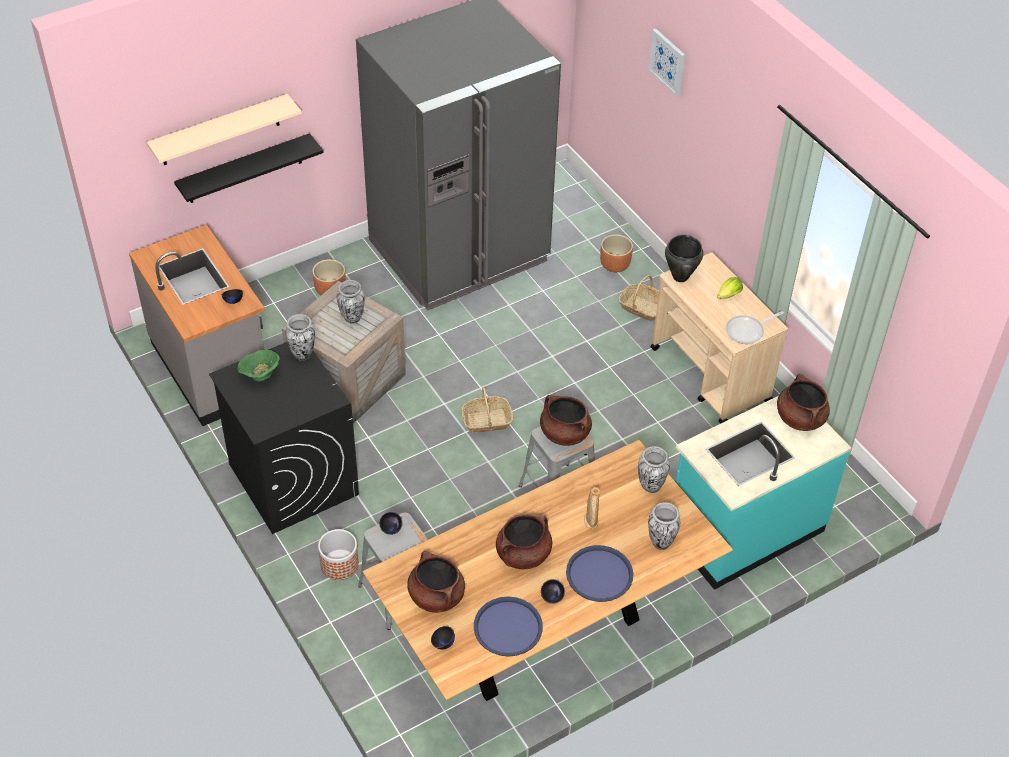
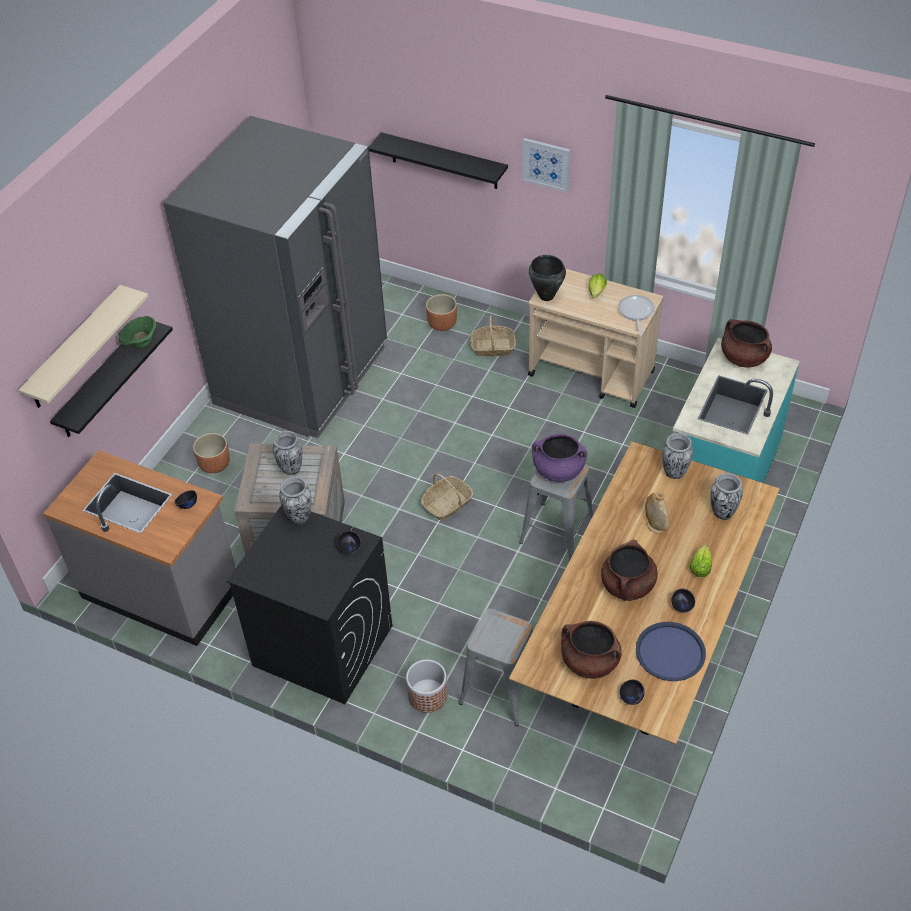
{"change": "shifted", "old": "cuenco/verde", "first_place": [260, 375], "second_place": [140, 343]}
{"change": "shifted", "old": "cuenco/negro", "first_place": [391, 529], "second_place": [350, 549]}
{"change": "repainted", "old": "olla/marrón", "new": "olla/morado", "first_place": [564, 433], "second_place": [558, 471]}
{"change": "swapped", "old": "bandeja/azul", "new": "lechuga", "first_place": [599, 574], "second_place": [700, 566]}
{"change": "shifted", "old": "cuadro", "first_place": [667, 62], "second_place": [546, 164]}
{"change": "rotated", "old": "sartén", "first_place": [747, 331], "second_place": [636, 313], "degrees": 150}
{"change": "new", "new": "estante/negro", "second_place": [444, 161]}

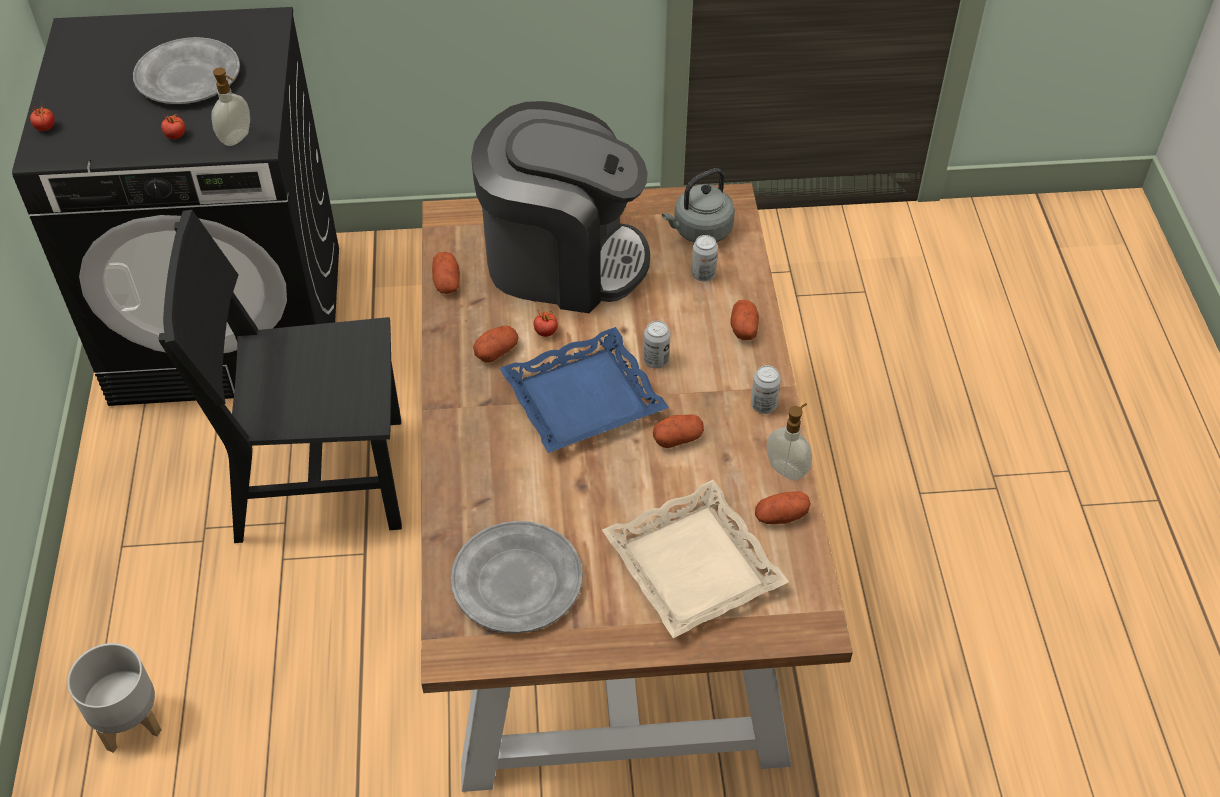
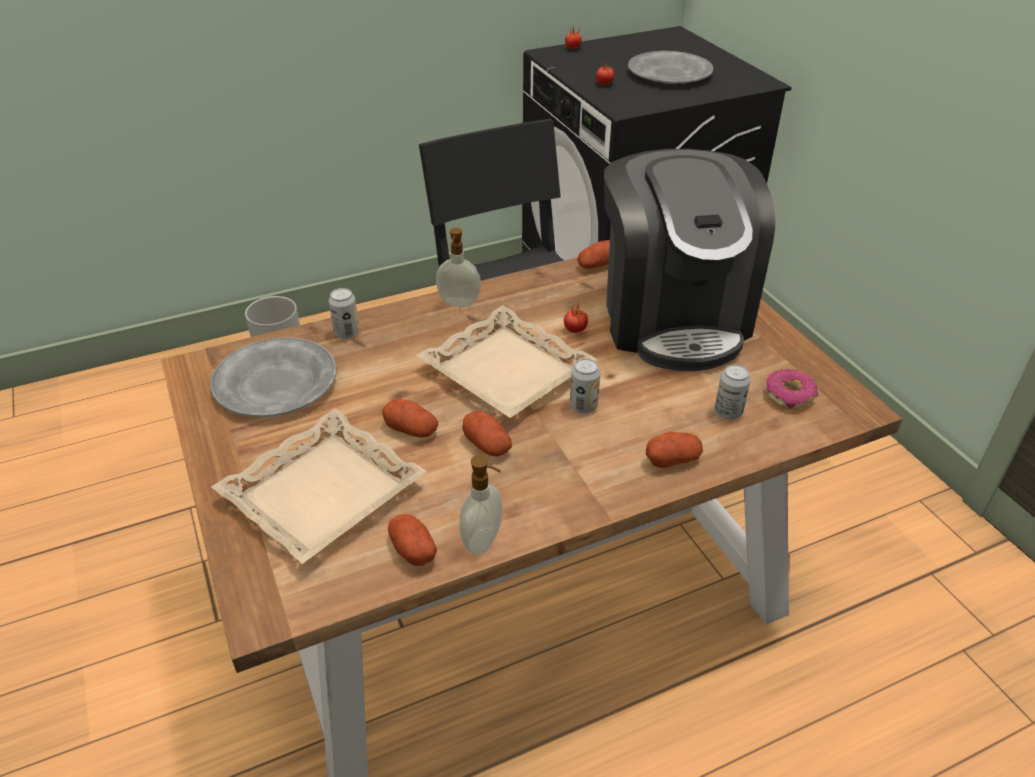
{"change": "shifted", "old": "dispensador de jabón", "first_place": [237, 138], "second_place": [459, 303]}
{"change": "shifted", "old": "patata", "first_place": [496, 351], "second_place": [411, 429]}
{"change": "repainted", "old": "bandeja/azul", "new": "bandeja/beis", "first_place": [583, 397], "second_place": [507, 370]}
{"change": "swapped", "old": "hervidor/gris", "new": "rosquilla", "first_place": [700, 231], "second_place": [789, 395]}
{"change": "shifted", "old": "lata", "first_place": [763, 405], "second_place": [347, 333]}

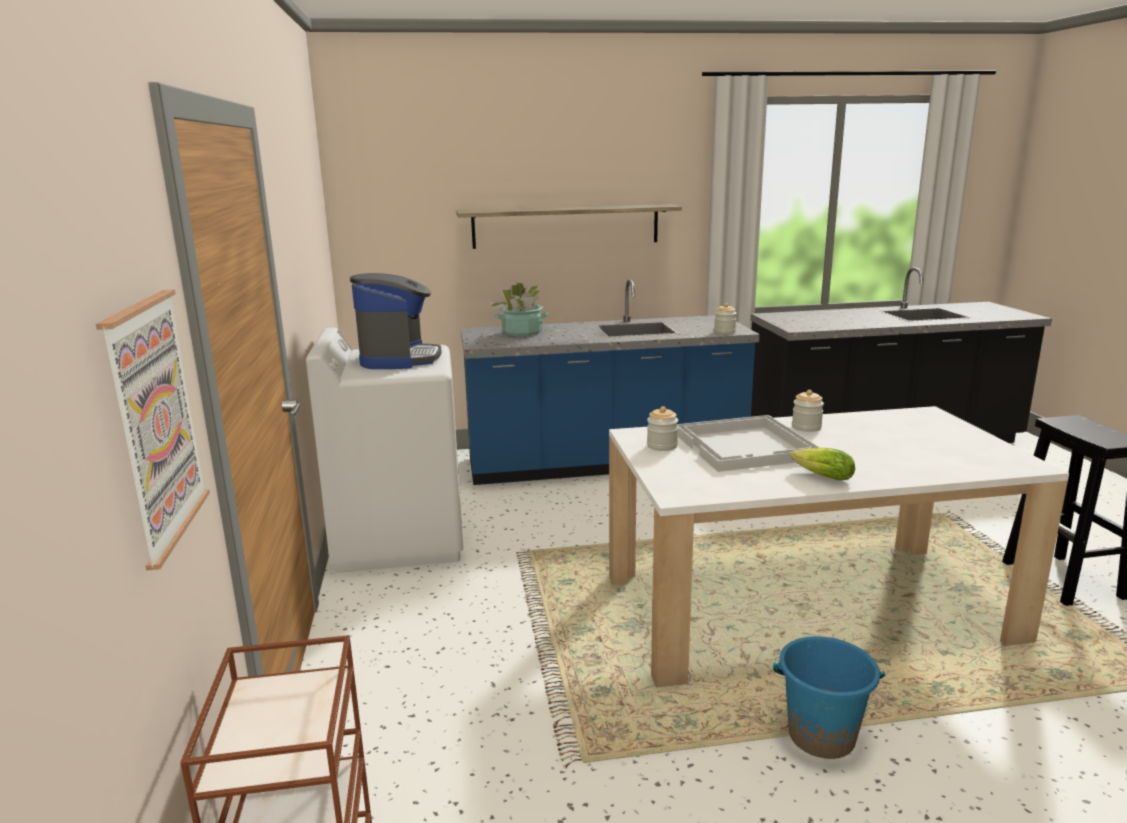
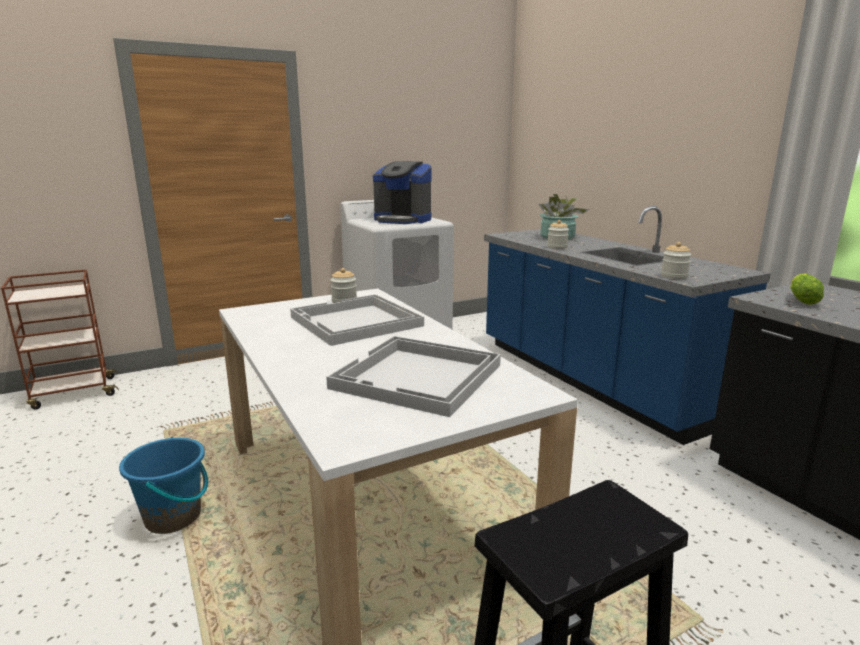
{"change": "gone", "old": "cuadro", "first_place": [154, 421]}
{"change": "rotated", "old": "cafetera", "first_place": [399, 359], "second_place": [402, 220], "degrees": 45}
{"change": "gone", "old": "estante", "first_place": [566, 226]}
{"change": "shifted", "old": "lechuga", "first_place": [820, 476], "second_place": [801, 300]}
{"change": "shifted", "old": "tarro", "first_place": [806, 427], "second_place": [557, 247]}
{"change": "new", "new": "bandeja/blanco", "second_place": [418, 377]}

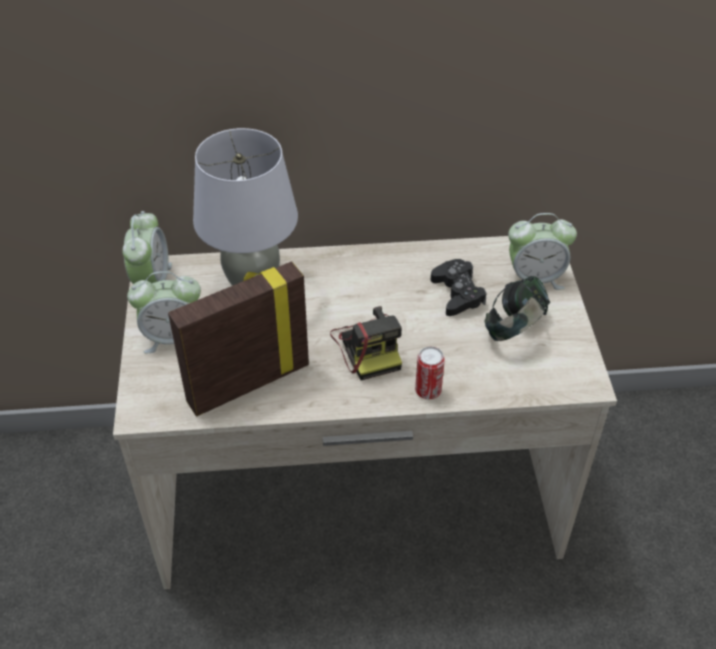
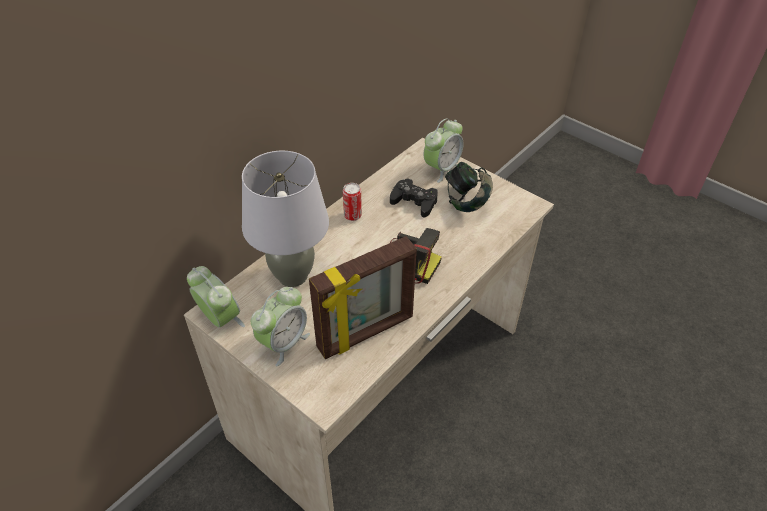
{"change": "rotated", "old": "portarretratos", "first_place": [247, 382], "second_place": [366, 333], "degrees": -135}
{"change": "shifted", "old": "lata", "first_place": [428, 391], "second_place": [352, 216]}

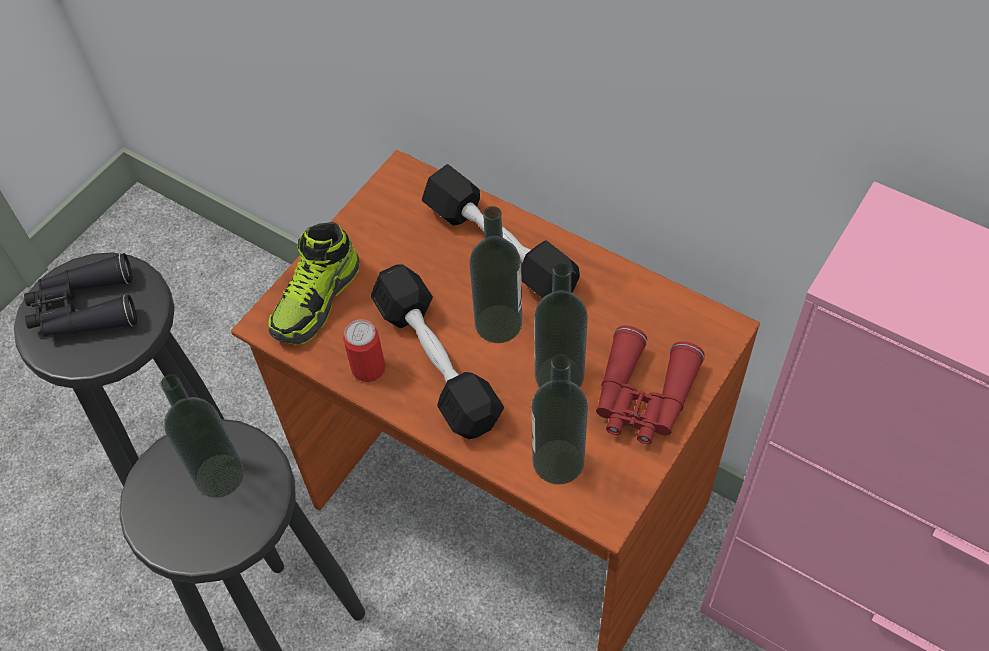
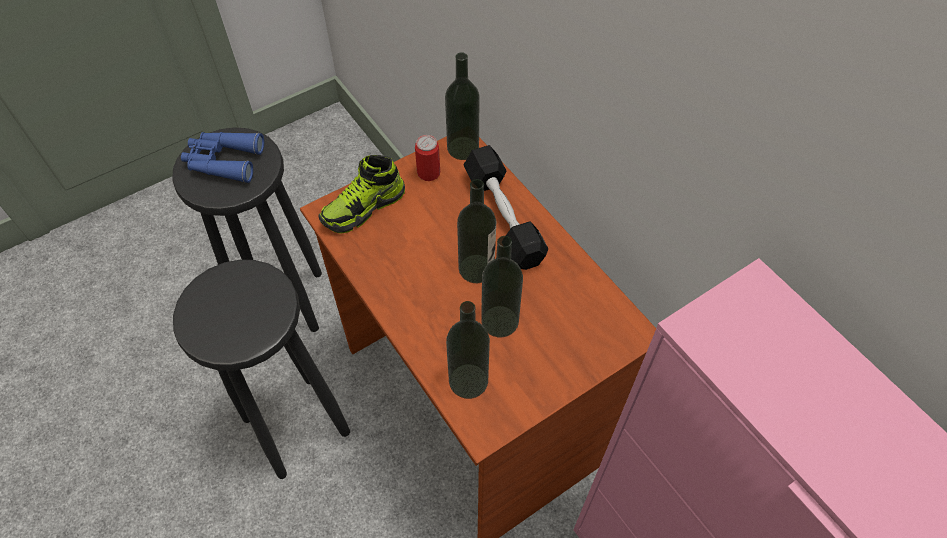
{"change": "repainted", "old": "prismáticos/negro", "new": "prismáticos/azul", "first_place": [84, 309], "second_place": [223, 161]}
{"change": "shifted", "old": "botella", "first_place": [219, 475], "second_place": [463, 148]}
{"change": "shifted", "old": "lata", "first_place": [368, 368], "second_place": [428, 173]}
{"change": "gone", "old": "mancuerna/negro", "first_place": [436, 363]}
{"change": "gone", "old": "prismáticos/rojo", "first_place": [643, 397]}

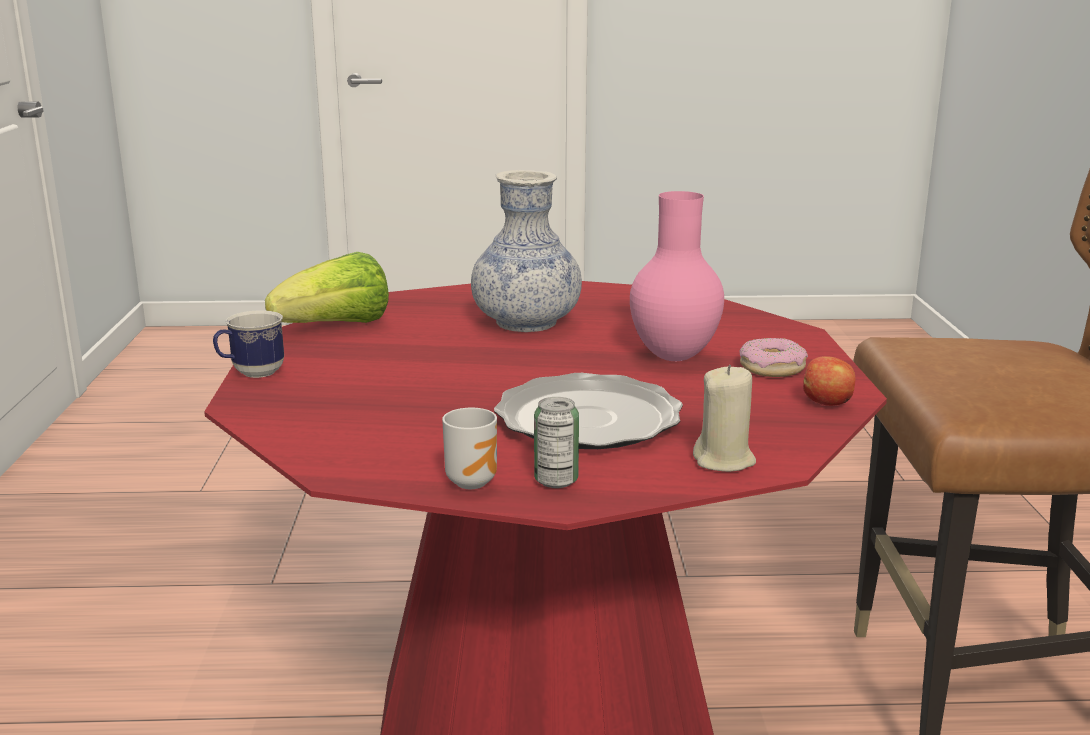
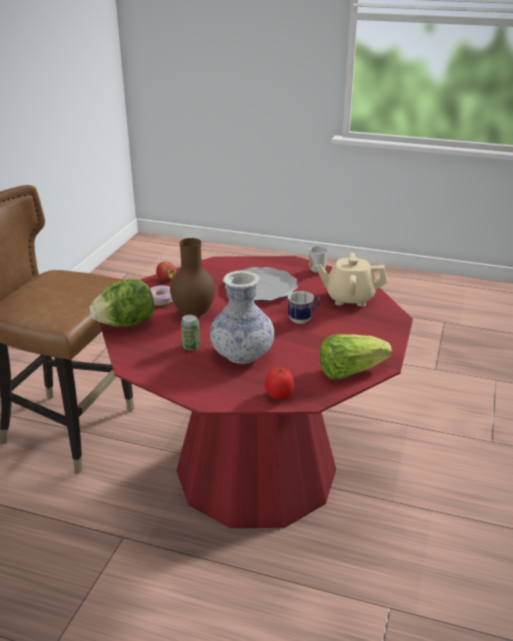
{"change": "shifted", "old": "taza grande", "first_place": [251, 374], "second_place": [303, 319]}
{"change": "shifted", "old": "lata", "first_place": [556, 480], "second_place": [191, 346]}
{"change": "repainted", "old": "florero/rosa", "new": "florero/marrón", "first_place": [674, 357], "second_place": [194, 313]}
{"change": "gone", "old": "vela/beis", "first_place": [724, 460]}
{"change": "new", "new": "lechuga", "second_place": [126, 324]}
{"change": "new", "new": "tomate", "second_place": [279, 395]}
{"change": "new", "new": "tetera/beis", "second_place": [349, 298]}

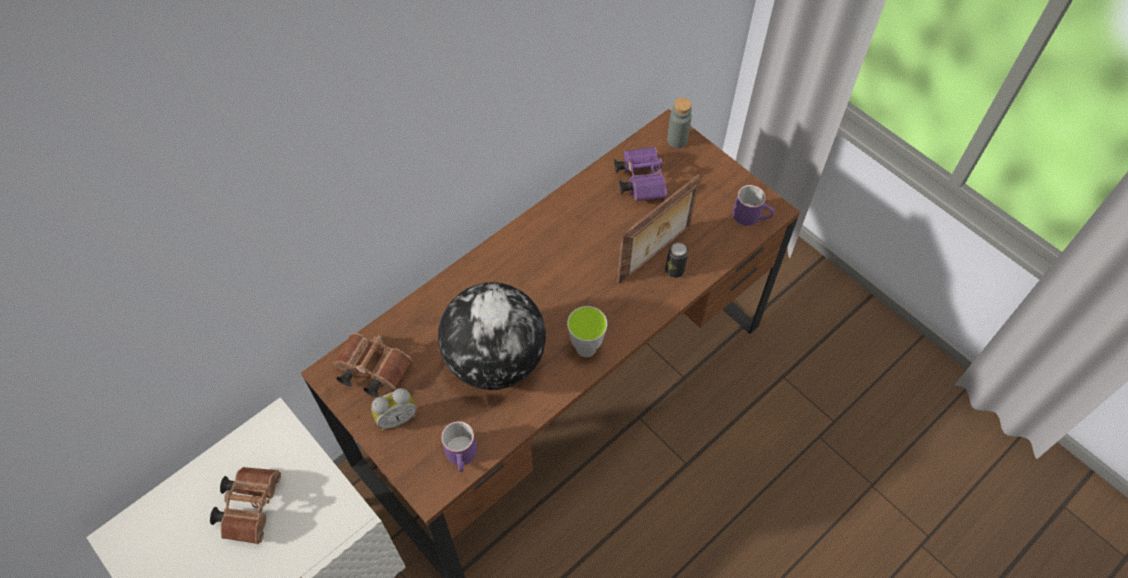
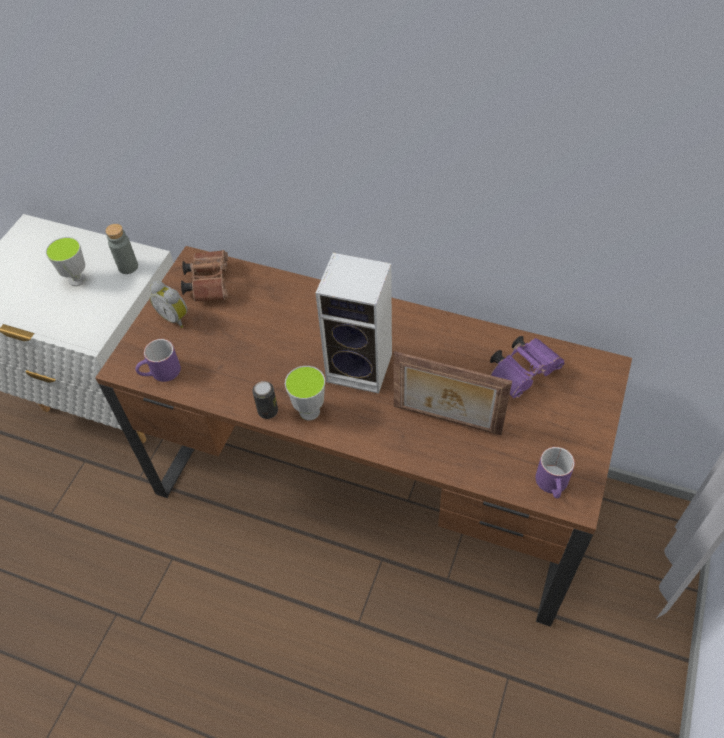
{"change": "swapped", "old": "prismáticos/marrón", "new": "taza", "first_place": [251, 506], "second_place": [77, 279]}
{"change": "gone", "old": "globo terráqueo", "first_place": [495, 360]}
{"change": "shifted", "old": "lata", "first_place": [674, 270], "second_place": [268, 411]}
{"change": "shifted", "old": "botella/gris", "first_place": [677, 140], "second_place": [128, 267]}
{"change": "new", "new": "altavoz", "second_place": [362, 367]}

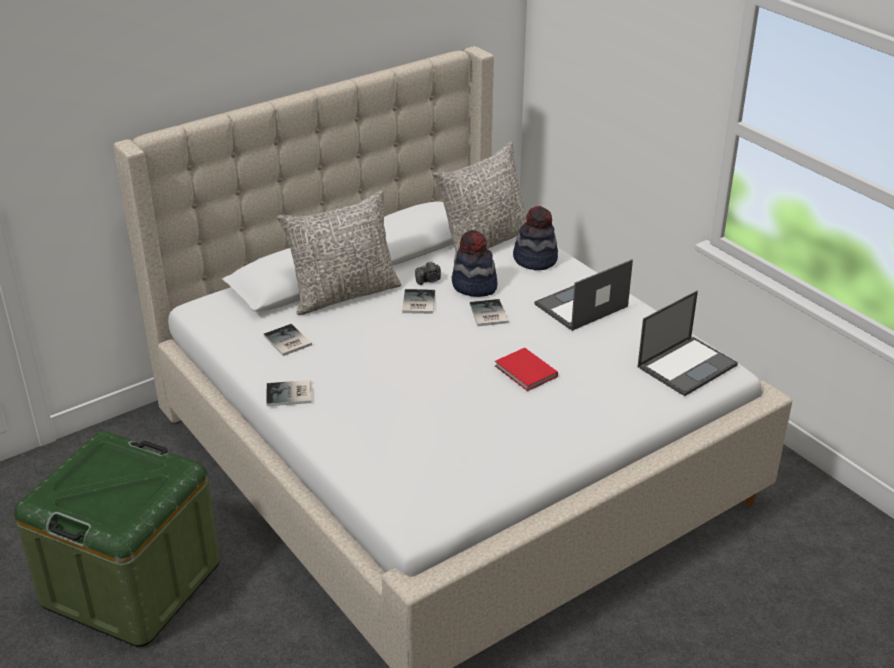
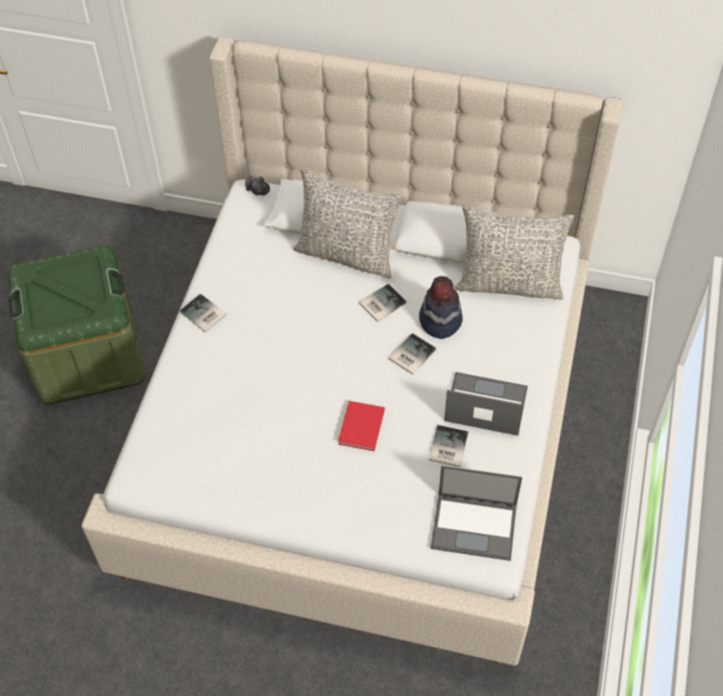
{"change": "shifted", "old": "libro", "first_place": [287, 341], "second_place": [446, 447]}
{"change": "shifted", "old": "cámara", "first_place": [429, 280], "second_place": [257, 191]}
{"change": "gone", "old": "sombrero", "first_place": [535, 259]}

